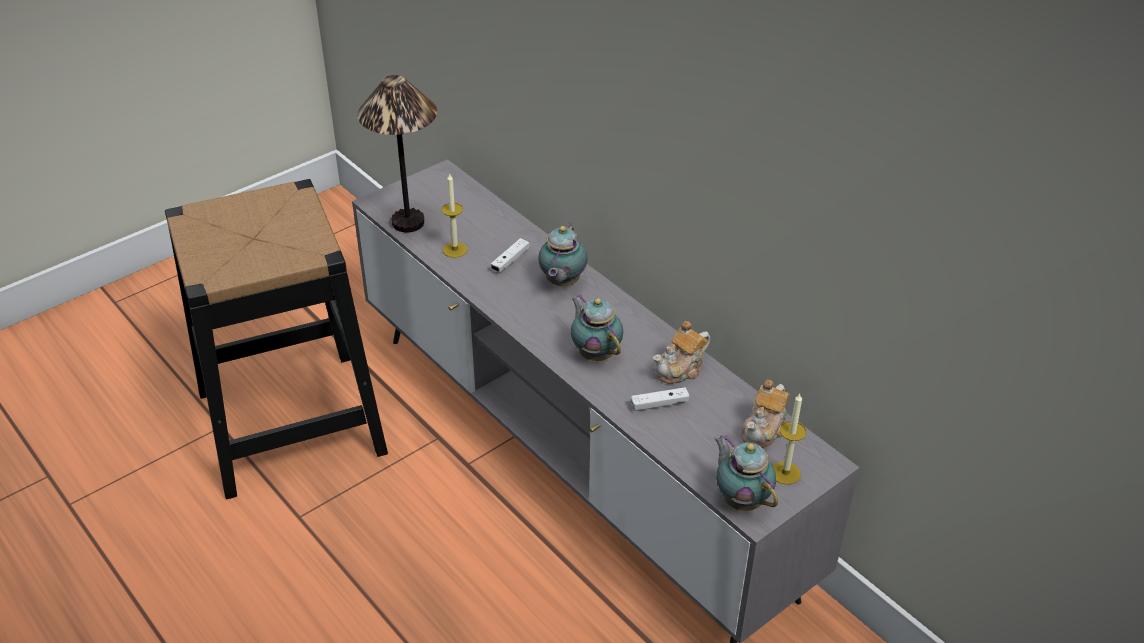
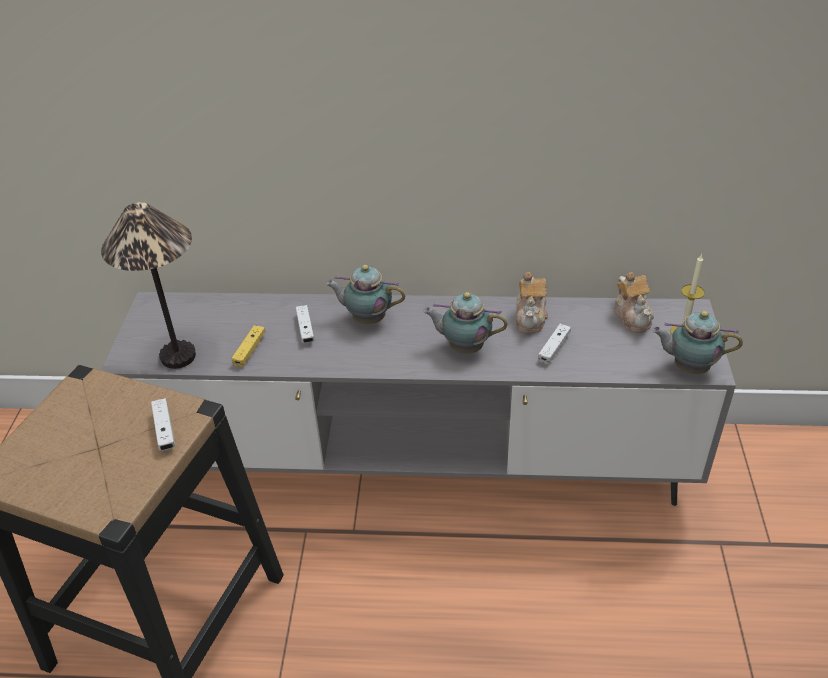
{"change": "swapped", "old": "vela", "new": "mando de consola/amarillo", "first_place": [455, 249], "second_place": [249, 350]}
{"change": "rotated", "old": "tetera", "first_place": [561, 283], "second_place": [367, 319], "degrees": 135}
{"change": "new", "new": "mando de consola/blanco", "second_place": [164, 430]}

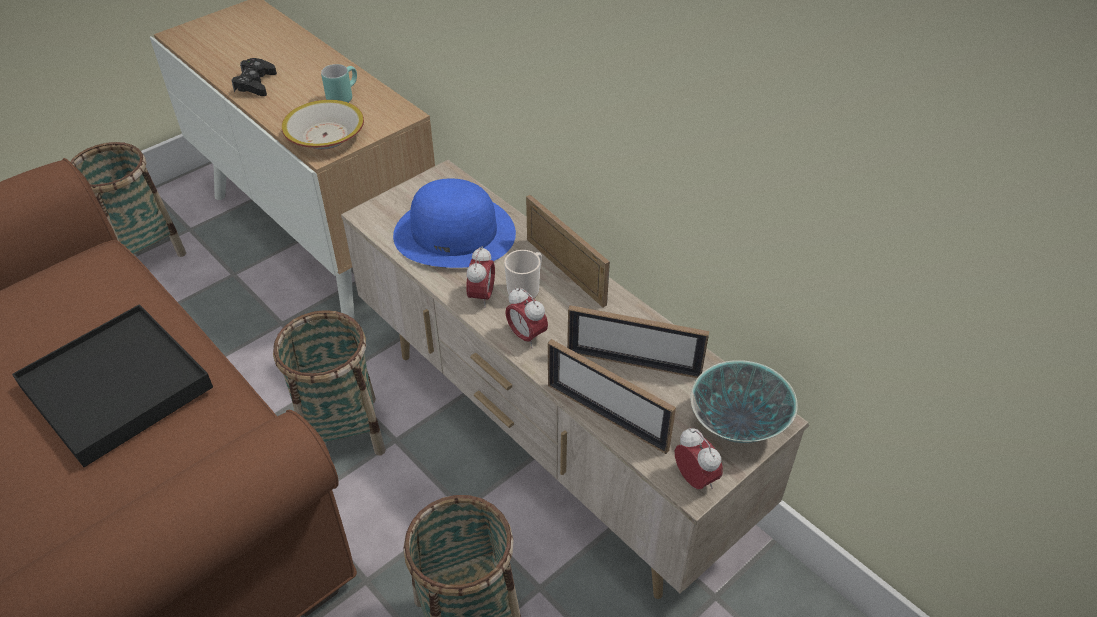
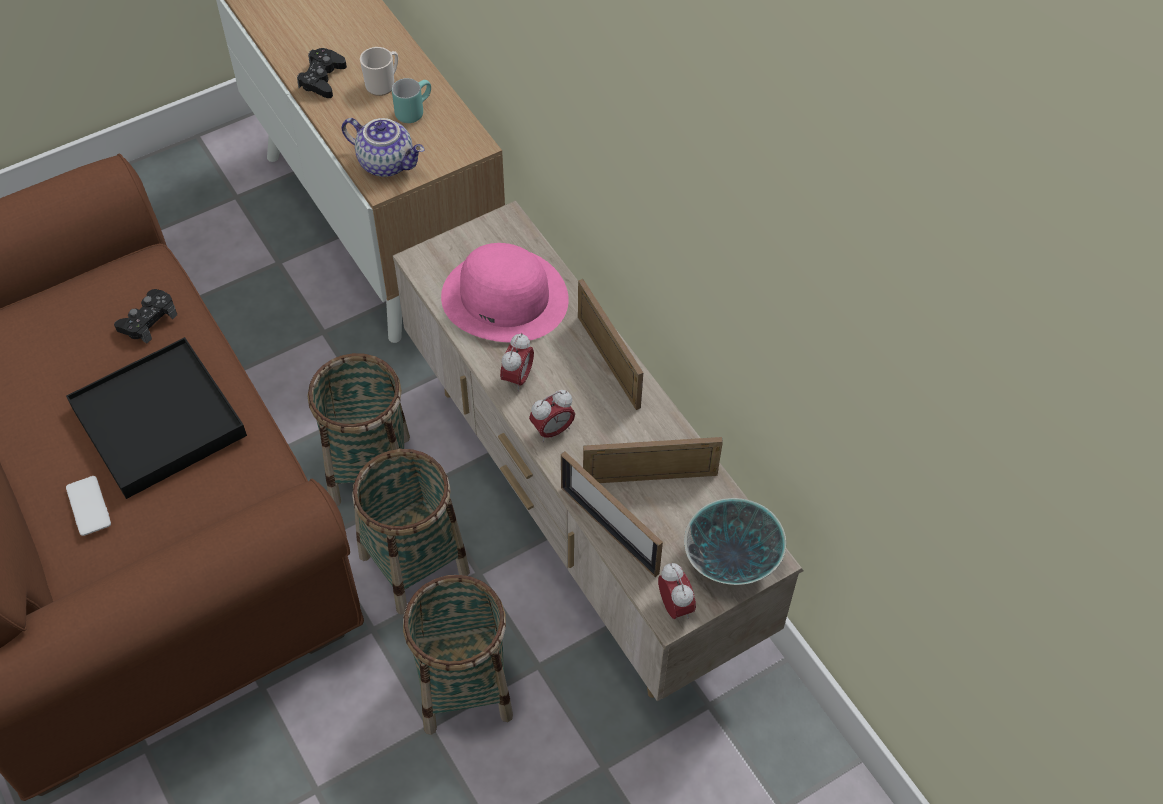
{"change": "shifted", "old": "cesta", "first_place": [142, 254], "second_place": [414, 563]}
{"change": "swapped", "old": "cuenco", "new": "tetera", "first_place": [325, 136], "second_place": [387, 162]}
{"change": "repainted", "old": "sombrero/azul", "new": "sombrero/rosa", "first_place": [455, 233], "second_place": [505, 297]}
{"change": "shifted", "old": "taza grande", "first_place": [526, 289], "second_place": [383, 84]}
{"change": "rotated", "old": "despertador", "first_place": [526, 336], "second_place": [552, 430], "degrees": -90}
{"change": "rotated", "old": "portarretratos", "first_place": [633, 363], "second_place": [650, 477], "degrees": 150}
{"change": "new", "new": "móvil", "second_place": [88, 506]}
{"change": "new", "new": "mando de consola/negro", "second_place": [148, 320]}

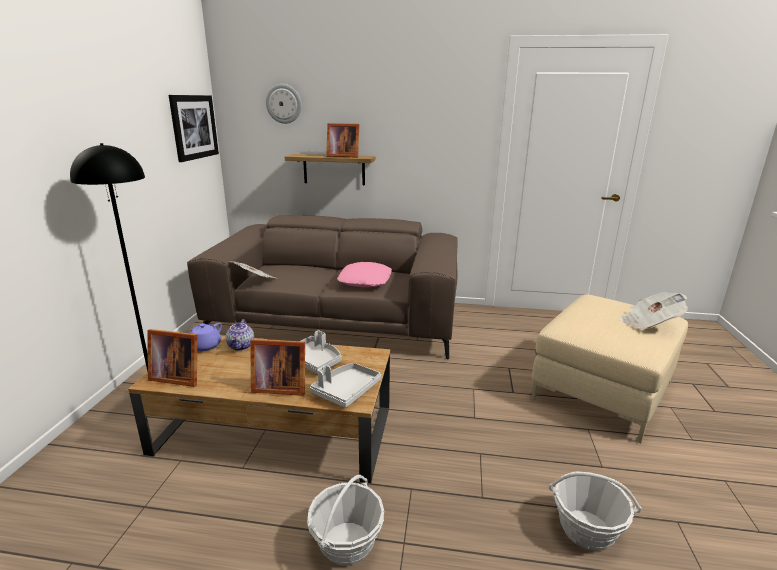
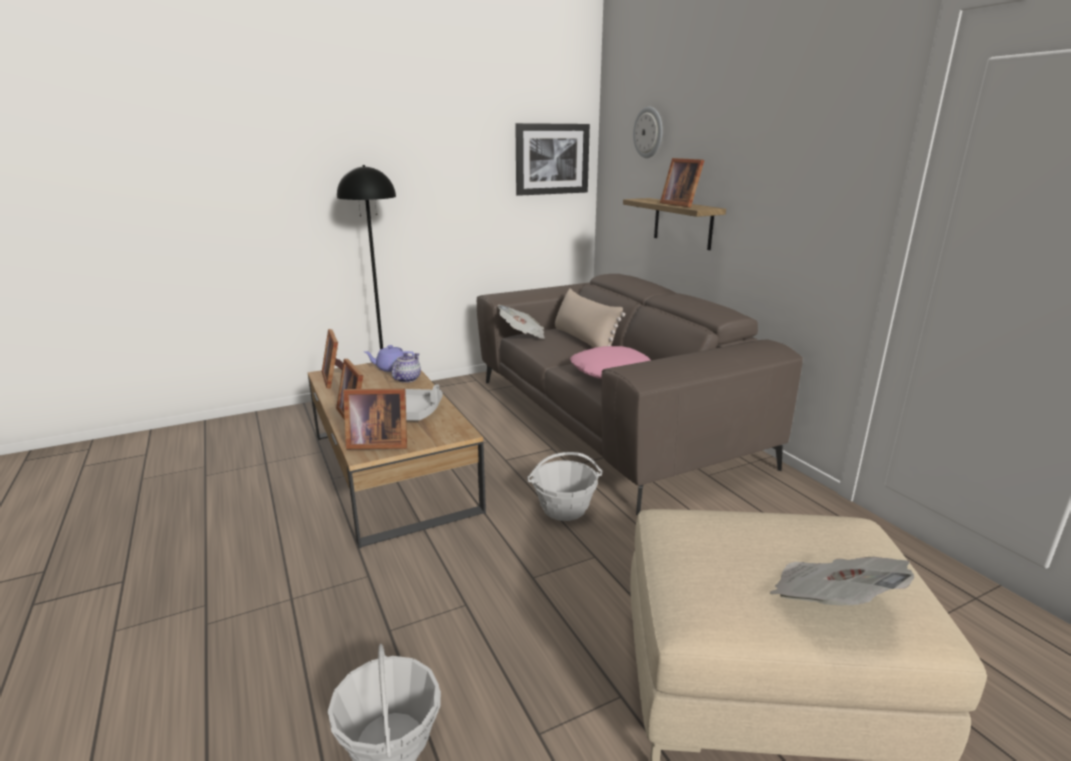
{"change": "rotated", "old": "tetera", "first_place": [241, 346], "second_place": [406, 379], "degrees": 150}
{"change": "shifted", "old": "cesta", "first_place": [347, 543], "second_place": [564, 508]}
{"change": "swapped", "old": "bandeja/gris", "new": "portarretratos", "first_place": [346, 391], "second_place": [376, 443]}
{"change": "new", "new": "cojín/beis", "second_place": [584, 340]}

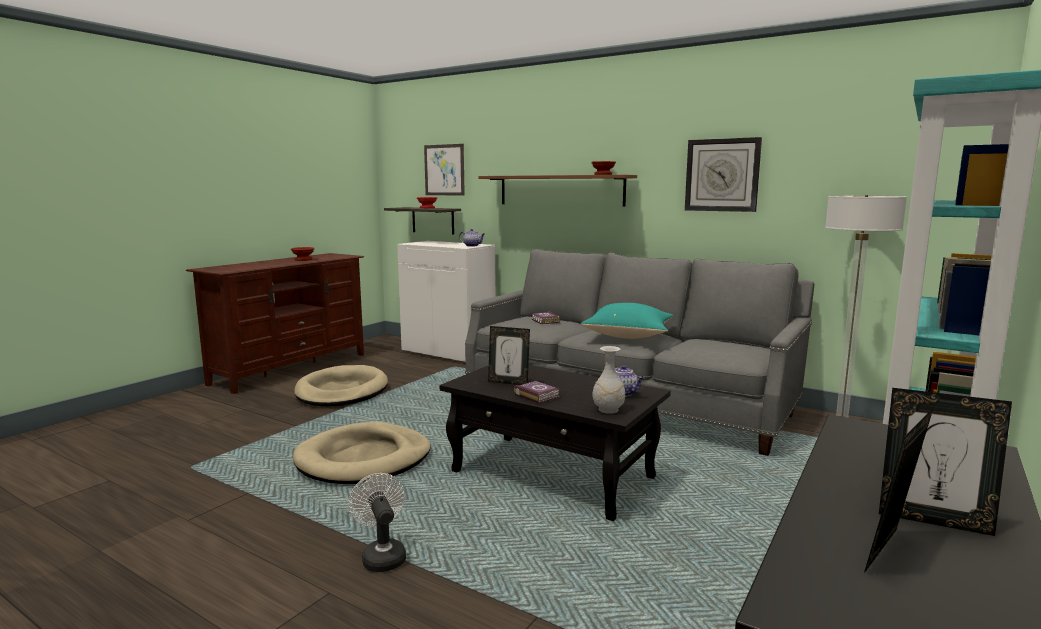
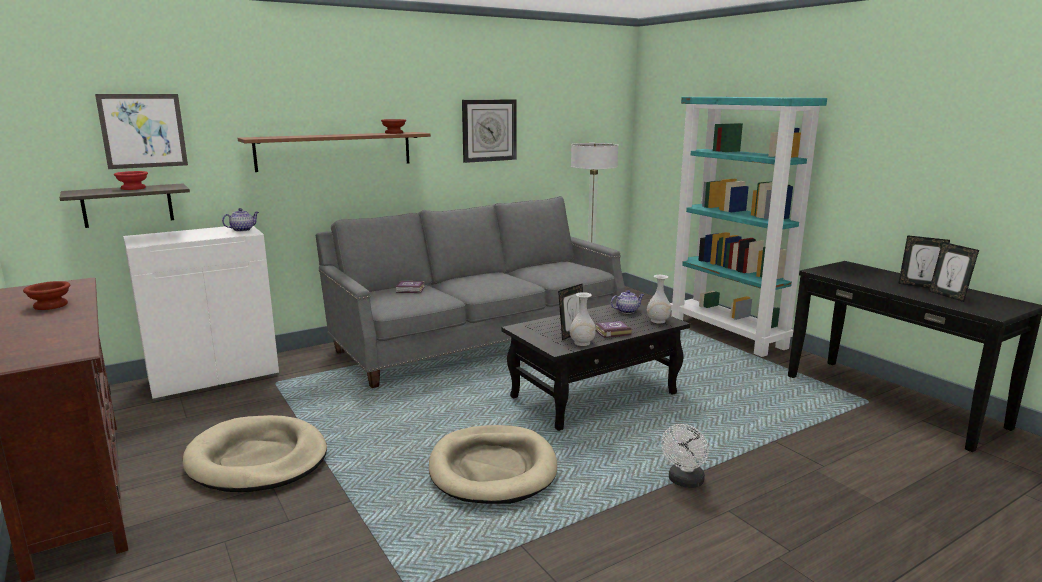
{"change": "rotated", "old": "ventilador/blanco", "first_place": [382, 556], "second_place": [684, 482], "degrees": -60}
{"change": "gone", "old": "cojín/turquesa", "first_place": [629, 336]}
{"change": "rotated", "old": "portarretratos", "first_place": [933, 520], "second_place": [919, 285], "degrees": 75}
{"change": "new", "new": "florero/blanco", "second_place": [582, 343]}

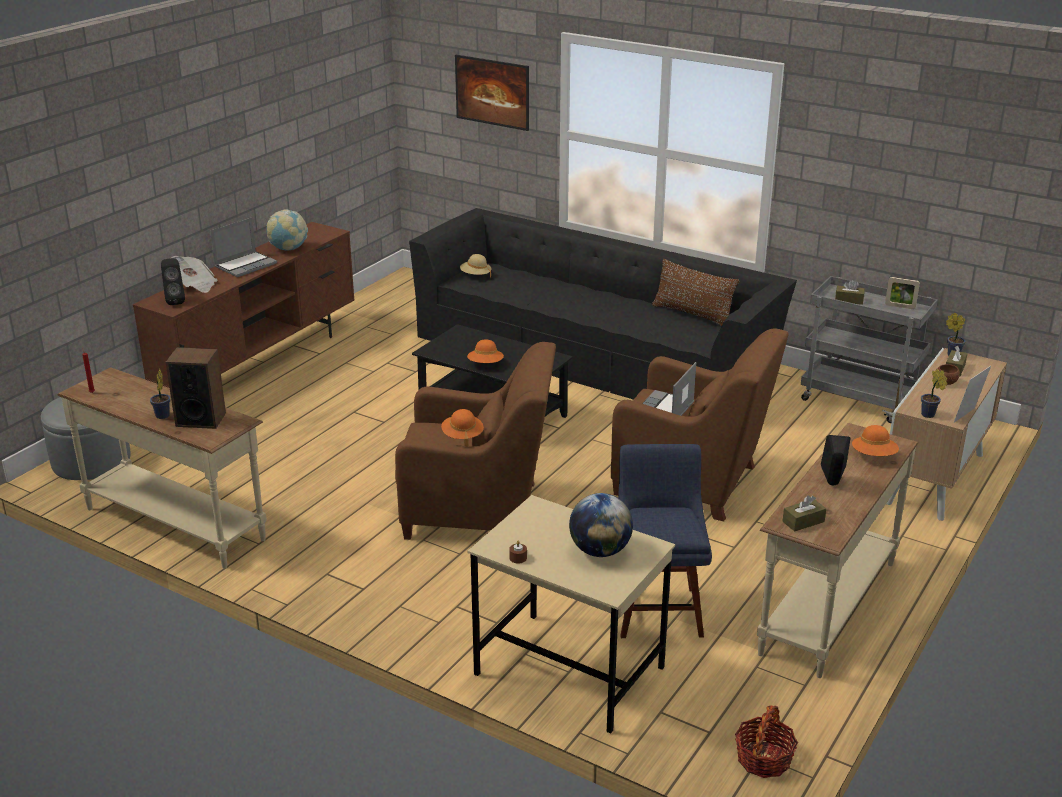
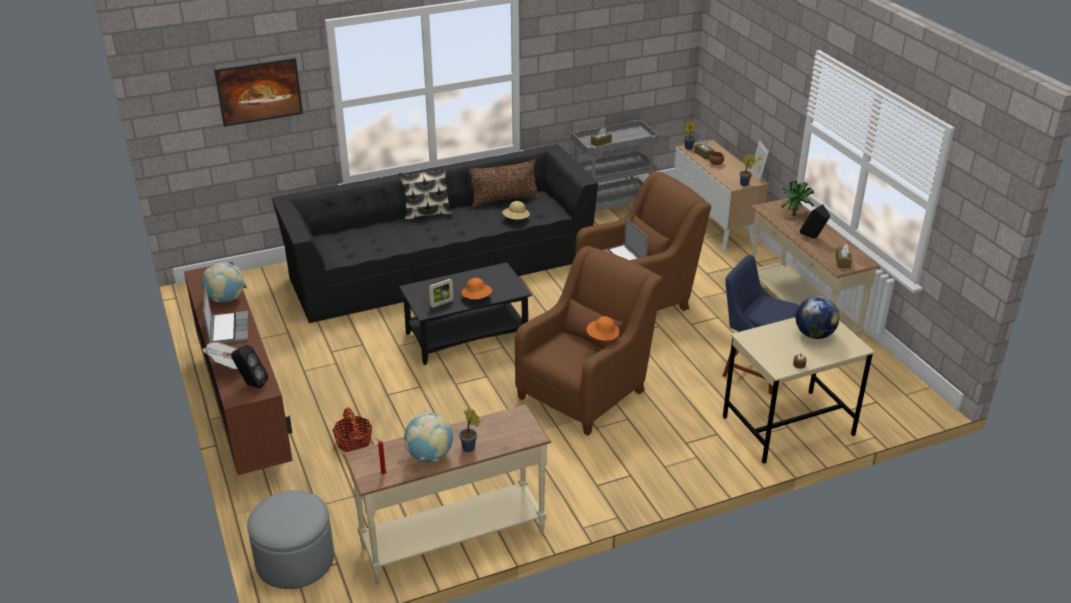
{"change": "gone", "old": "altavoz", "first_place": [200, 419]}
{"change": "shifted", "old": "sombrero/beis", "first_place": [475, 275], "second_place": [516, 219]}
{"change": "shifted", "old": "cesta", "first_place": [763, 759], "second_place": [353, 442]}
{"change": "swapped", "old": "sombrero/naranja", "new": "planta en maceta", "first_place": [874, 456], "second_place": [795, 214]}
{"change": "shifted", "old": "portarretratos", "first_place": [900, 306], "second_place": [441, 303]}
{"change": "new", "new": "cojín", "second_place": [426, 213]}
{"change": "new", "new": "globo terráqueo", "second_place": [429, 456]}

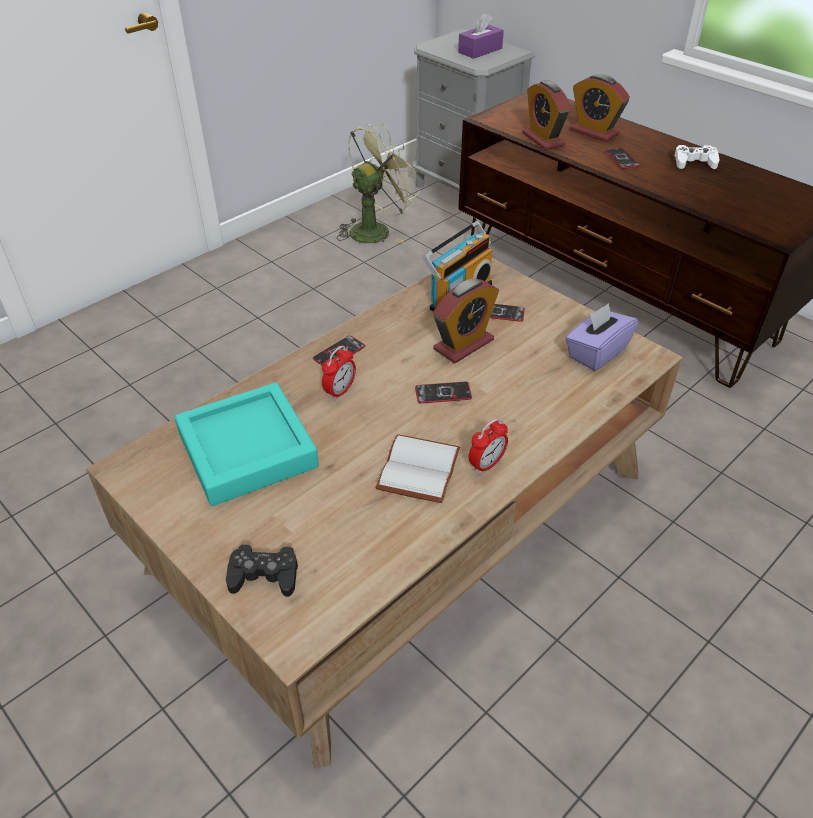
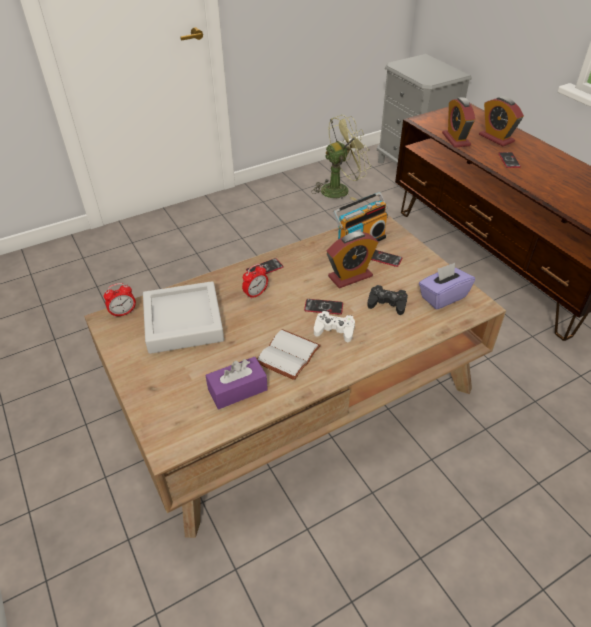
{"change": "repainted", "old": "bandeja/turquesa", "new": "bandeja/gris", "first_place": [247, 450], "second_place": [183, 322]}
{"change": "shifted", "old": "mando de consola/negro", "first_place": [264, 575], "second_place": [387, 303]}
{"change": "shifted", "old": "caja de pañuelos/morado", "first_place": [480, 50], "second_place": [237, 390]}
{"change": "shifted", "old": "despertador", "first_place": [486, 464], "second_place": [123, 313]}
{"change": "shifted", "old": "mando de consola/blanco", "first_place": [694, 162], "second_place": [334, 330]}

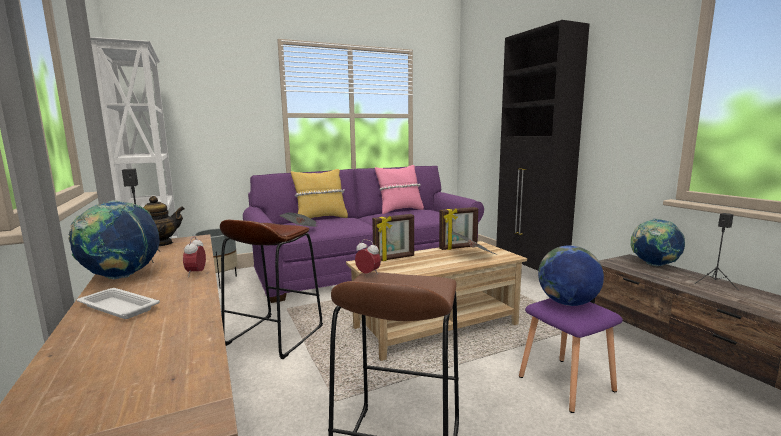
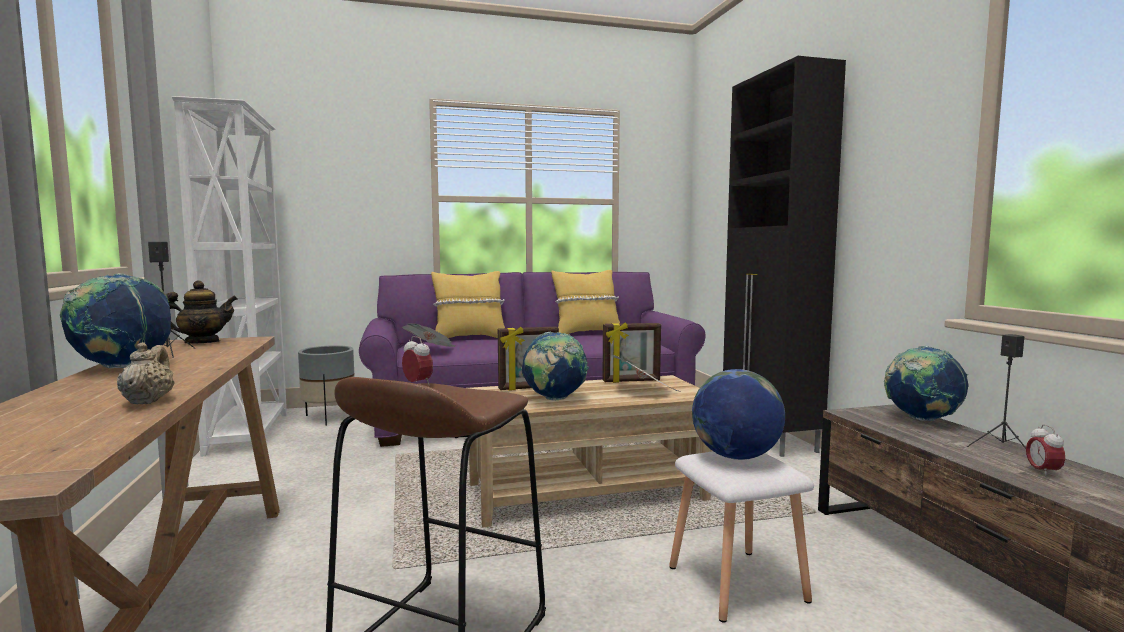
{"change": "gone", "old": "bandeja/blanco", "first_place": [117, 307]}
{"change": "shifted", "old": "despertador", "first_place": [196, 273], "second_place": [1042, 472]}
{"change": "gone", "old": "taburete/marrón", "first_place": [274, 336]}
{"change": "repainted", "old": "cojín/rosa", "new": "cojín/amarillo", "first_place": [399, 210], "second_place": [586, 334]}
{"change": "repainted", "old": "taburete/morado", "new": "taburete/blanco", "first_place": [567, 384], "second_place": [739, 584]}
{"change": "new", "new": "tetera/beis", "second_place": [148, 401]}
{"change": "new", "new": "globo terráqueo", "second_place": [554, 399]}

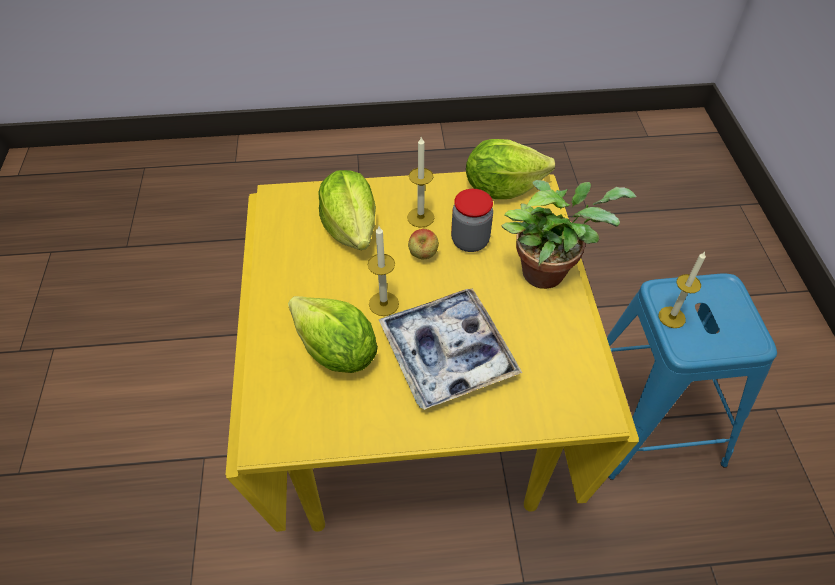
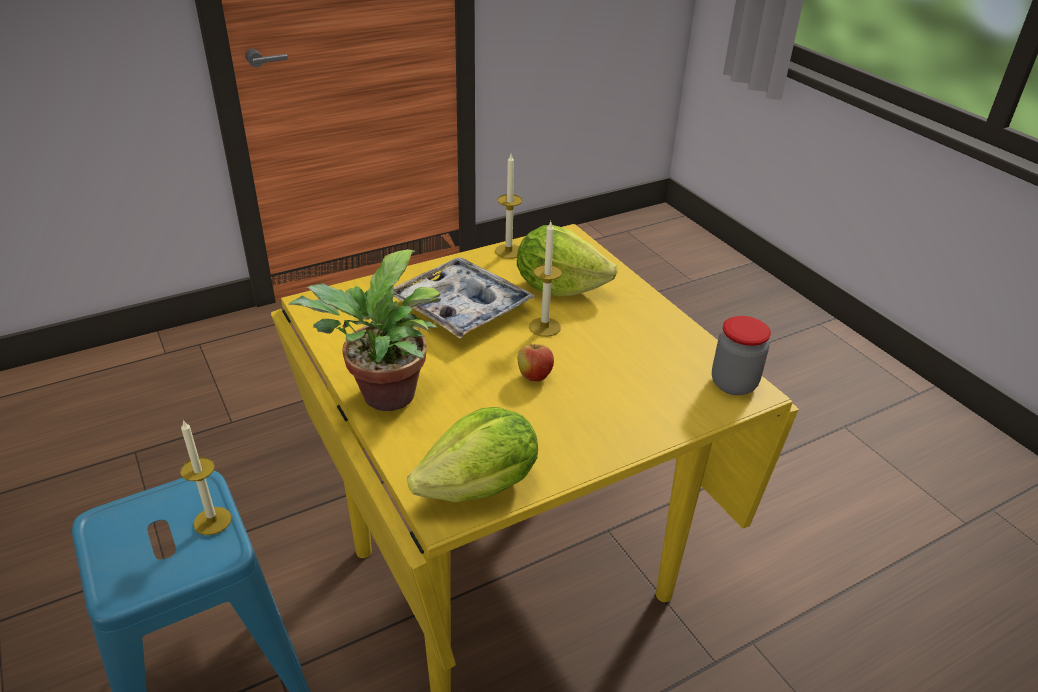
{"change": "gone", "old": "lechuga", "first_place": [351, 228]}
{"change": "shifted", "old": "vela", "first_place": [420, 217], "second_place": [508, 251]}
{"change": "shifted", "old": "tarro", "first_place": [470, 241], "second_place": [733, 384]}

